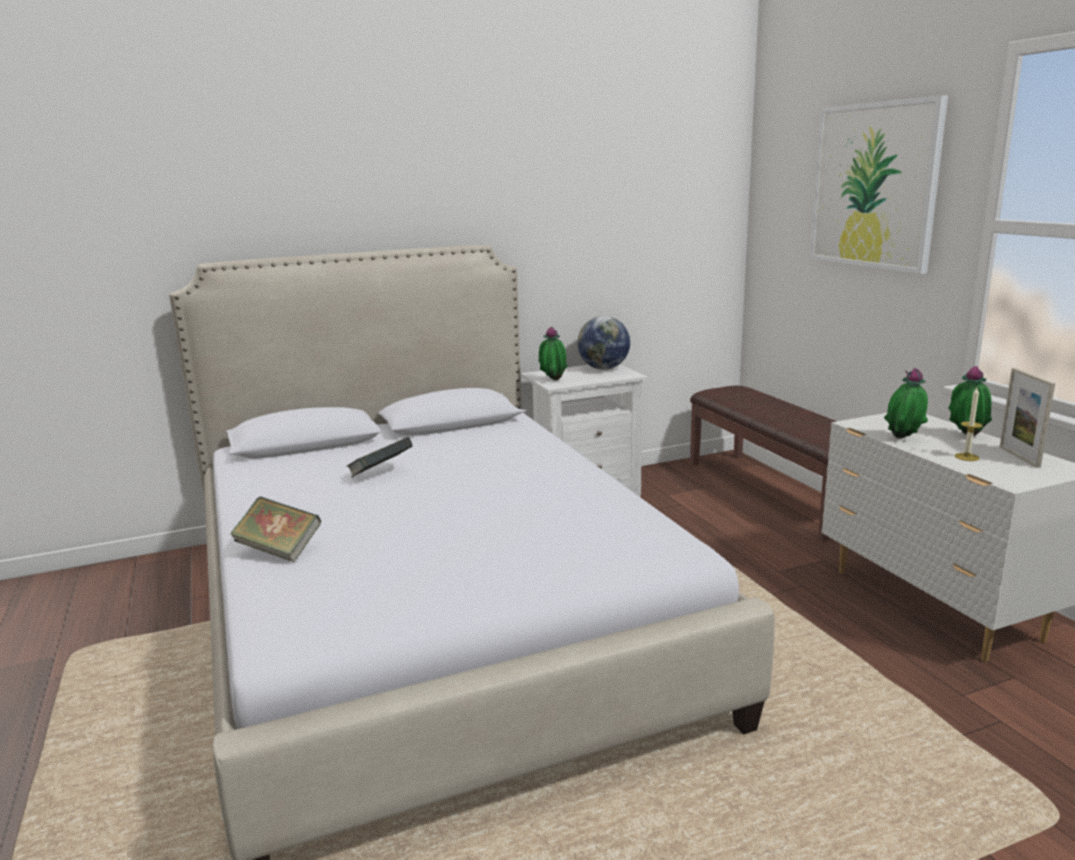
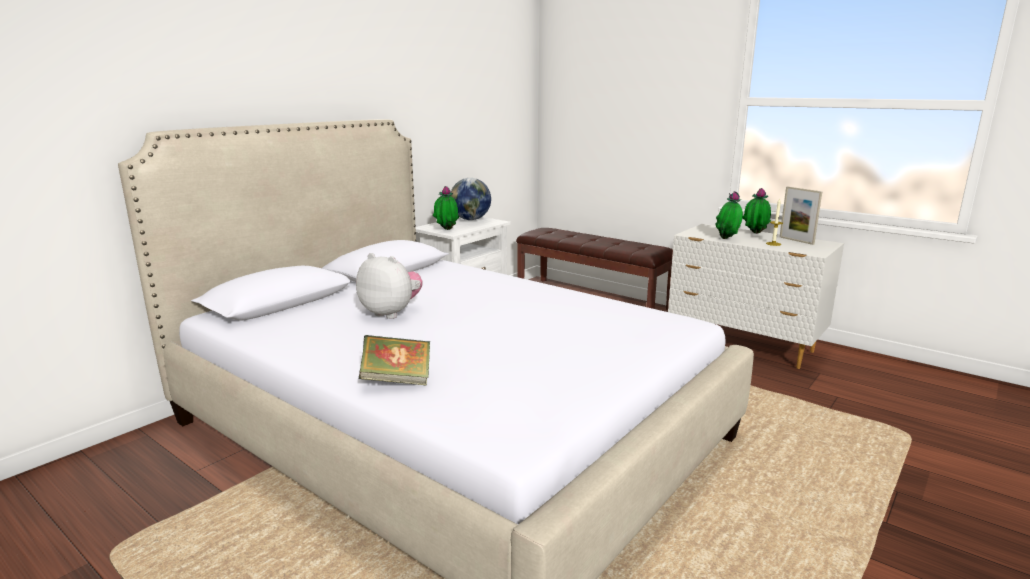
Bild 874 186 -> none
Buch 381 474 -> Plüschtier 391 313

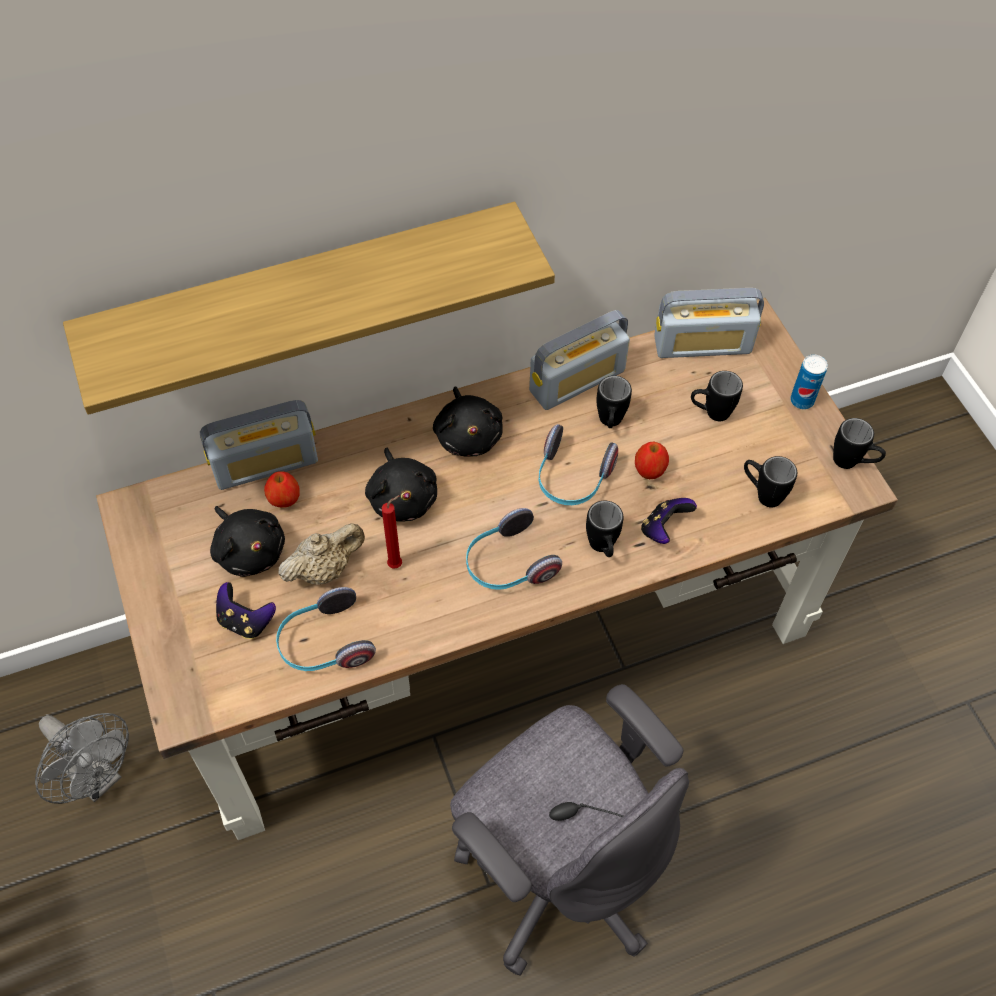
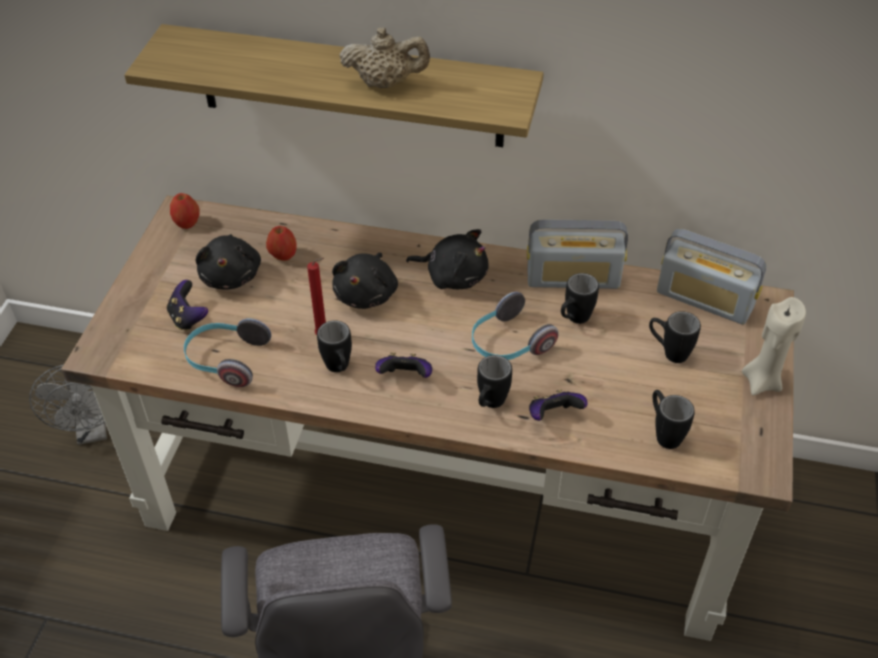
Dose 802 401 -> Kerze [beige] 762 381
Plüschtier [schwarz] 468 435 -> Plüschtier [schwarz] 453 276, 90 degrees counterclockwise
Radio 265 464 -> none
Henkelbecher [schwarz] 852 463 -> Henkelbecher [schwarz] 339 369, relocated
Apfel 649 471 -> Apfel 187 223, relocated
Kopfhörer 508 564 -> Gamepad 405 377
Teekanne [beige] 324 569 -> Teekanne [beige] 386 83, relocated

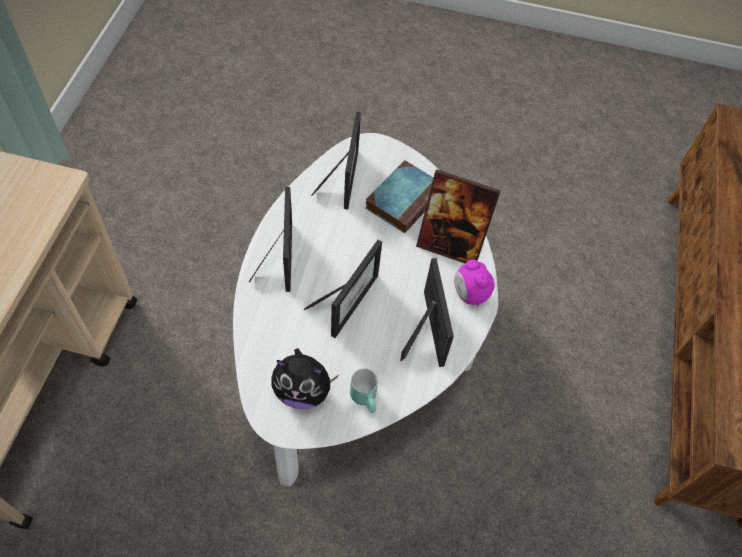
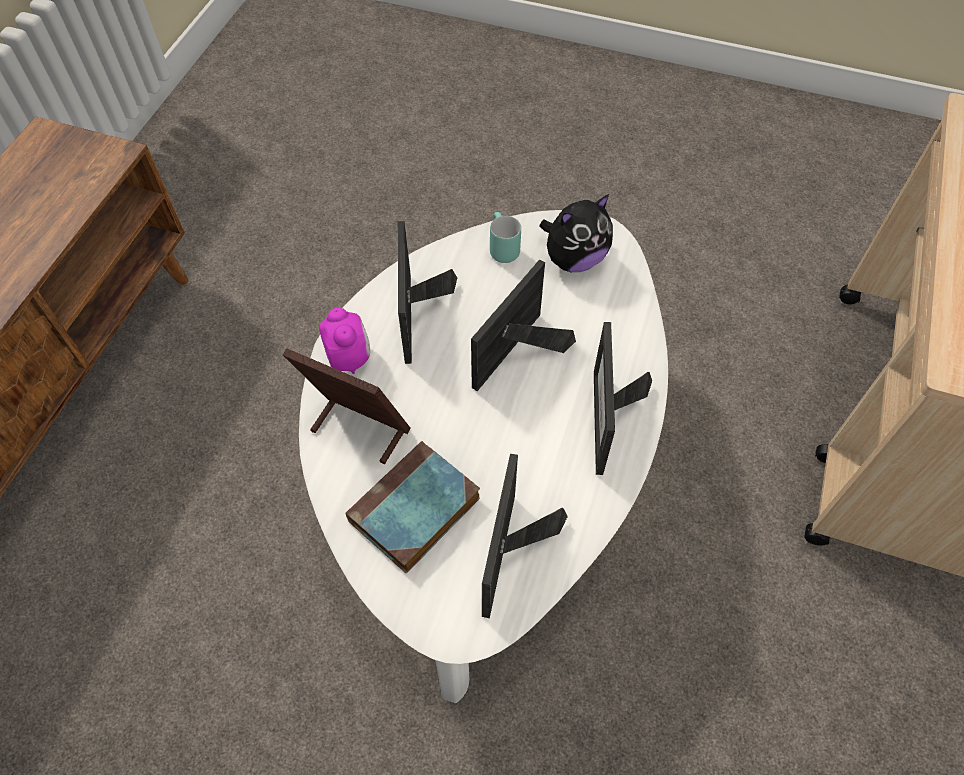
Plüschtier 302 391 -> Plüschtier 574 259, 135 degrees clockwise

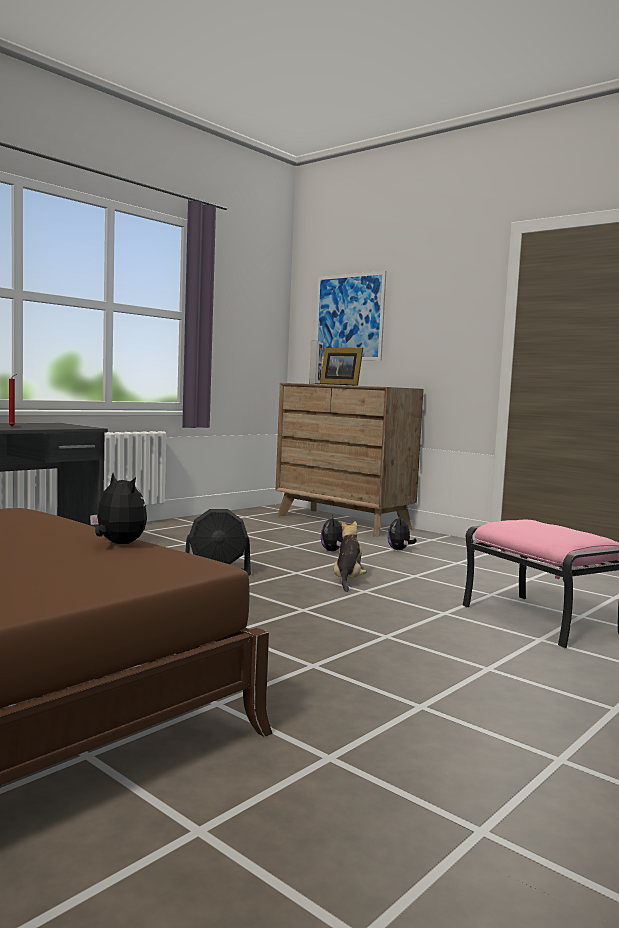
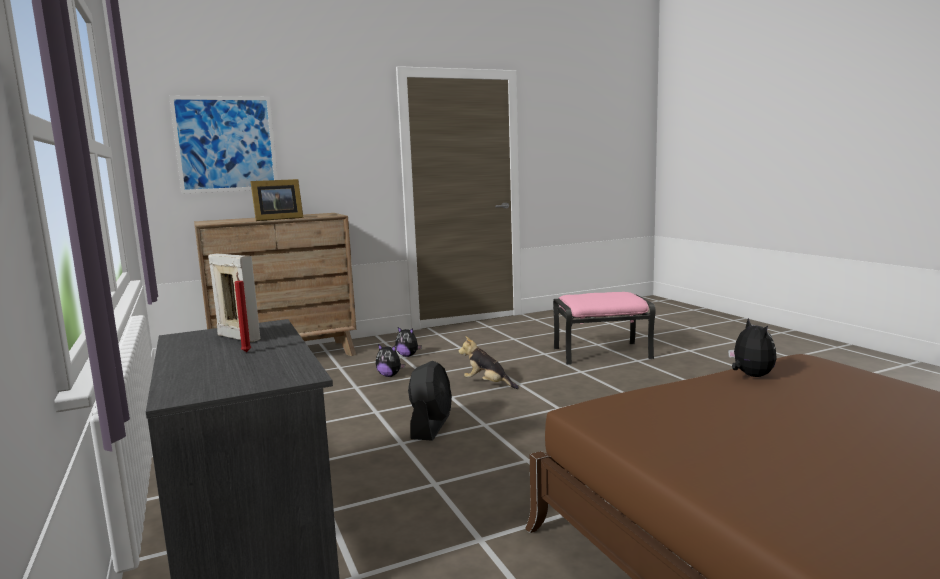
Bilderrahmen 315 383 -> Bilderrahmen 238 338, relocated
Plüschtier 118 544 -> Plüschtier 750 376, 105 degrees clockwise

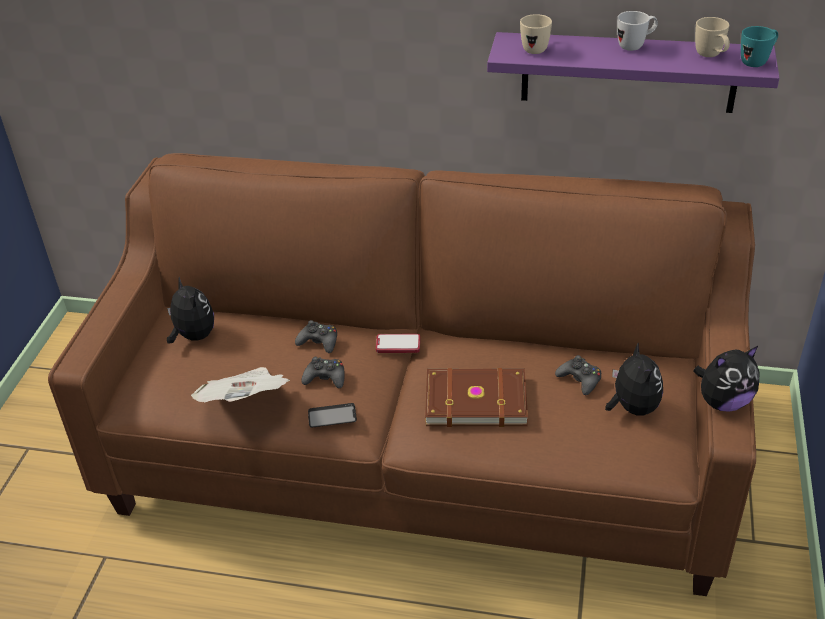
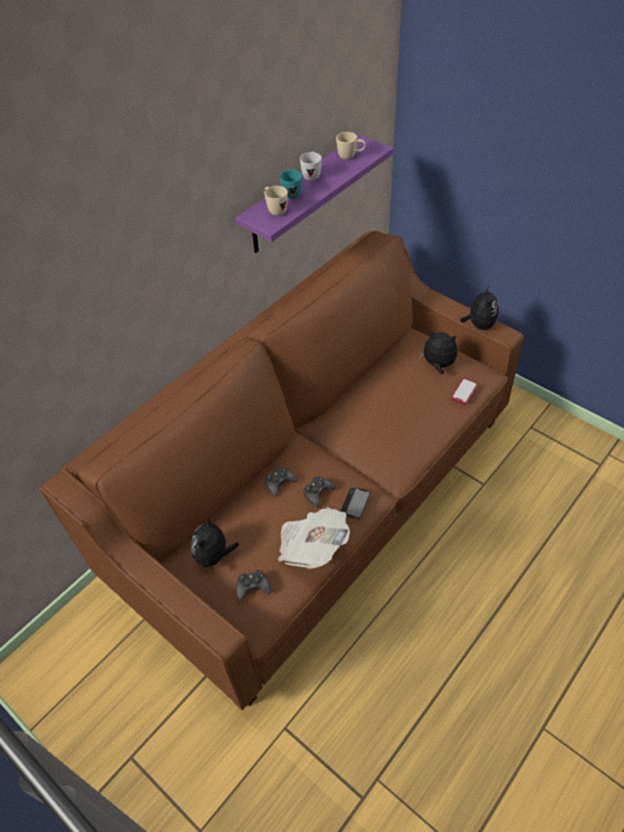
Henkelbecher [türkis] 757 61 -> Henkelbecher [türkis] 291 193, relocated
Plüschtier 193 336 -> Plüschtier 214 556, 75 degrees counterclockwise
Handy 398 344 -> Handy 464 392, relocated
Gamepad [schwarz] 580 379 -> Gamepad [schwarz] 253 587, relocated
Buch [braun] 475 399 -> none

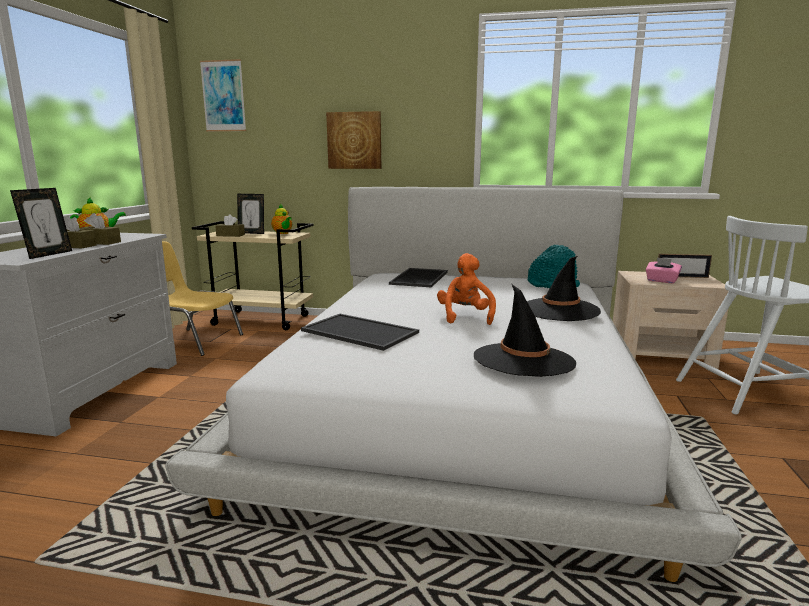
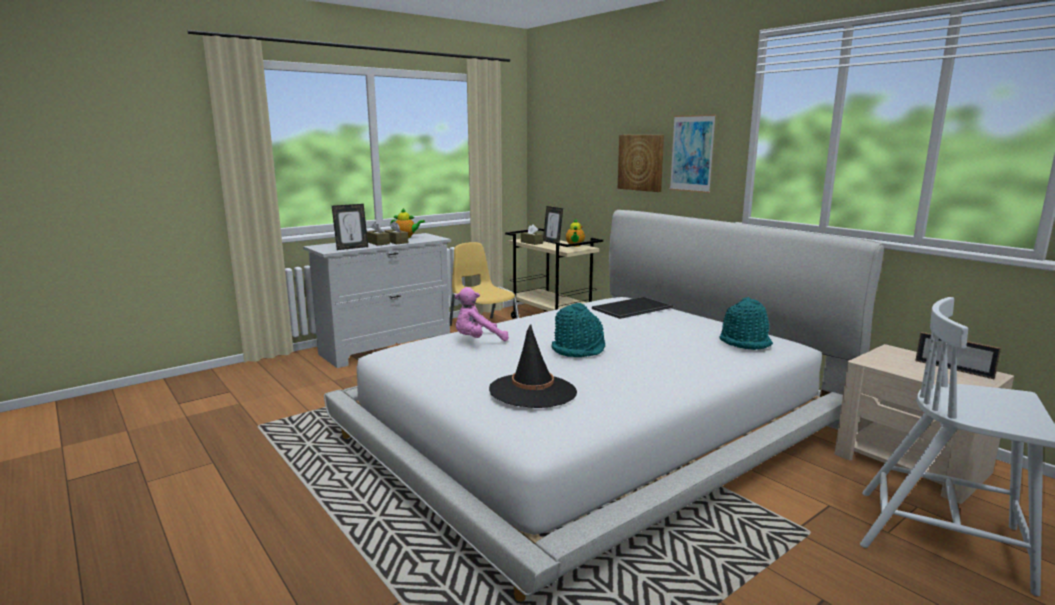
Bild 223 96 -> Bild 692 153, relocated
Plüschtier [orange] 465 317 -> Hut [türkis] 579 349
Hut [schwarz] 560 310 -> none
Taschentuchbox [rosa] 661 281 -> none
Tablett 357 332 -> Plüschtier [rosa] 478 340

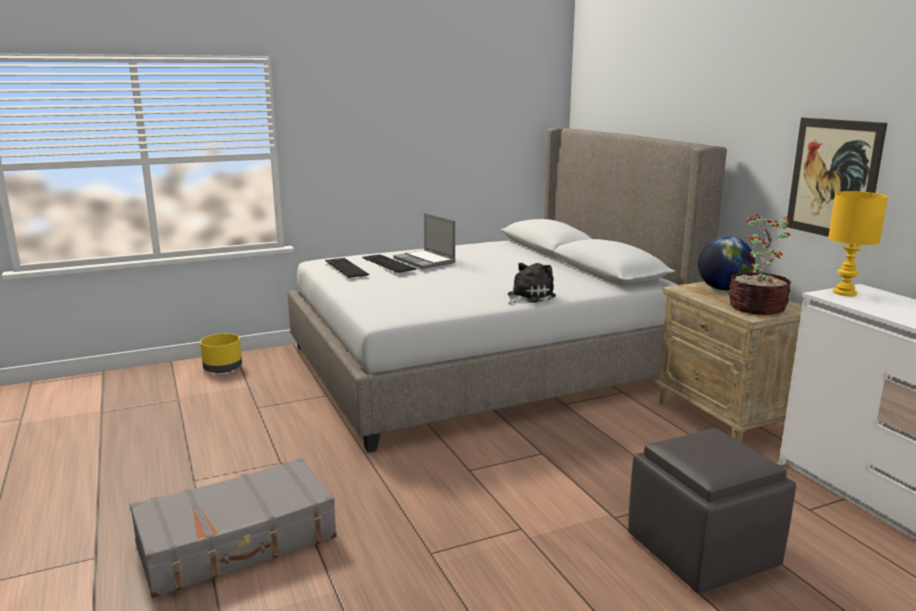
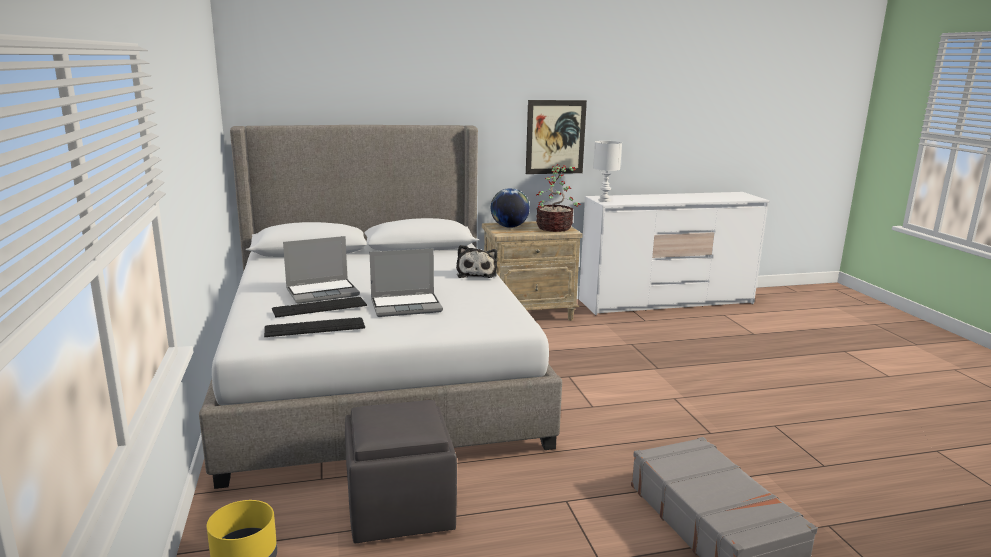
Tischlampe [gelb] 845 293 -> Tischlampe [weiß] 605 200
Plüschtier 528 296 -> Plüschtier 476 274, 150 degrees counterclockwise
Polsterhocker [grau] 704 551 -> Polsterhocker [grau] 401 508, relocated
none -> Laptop 407 306

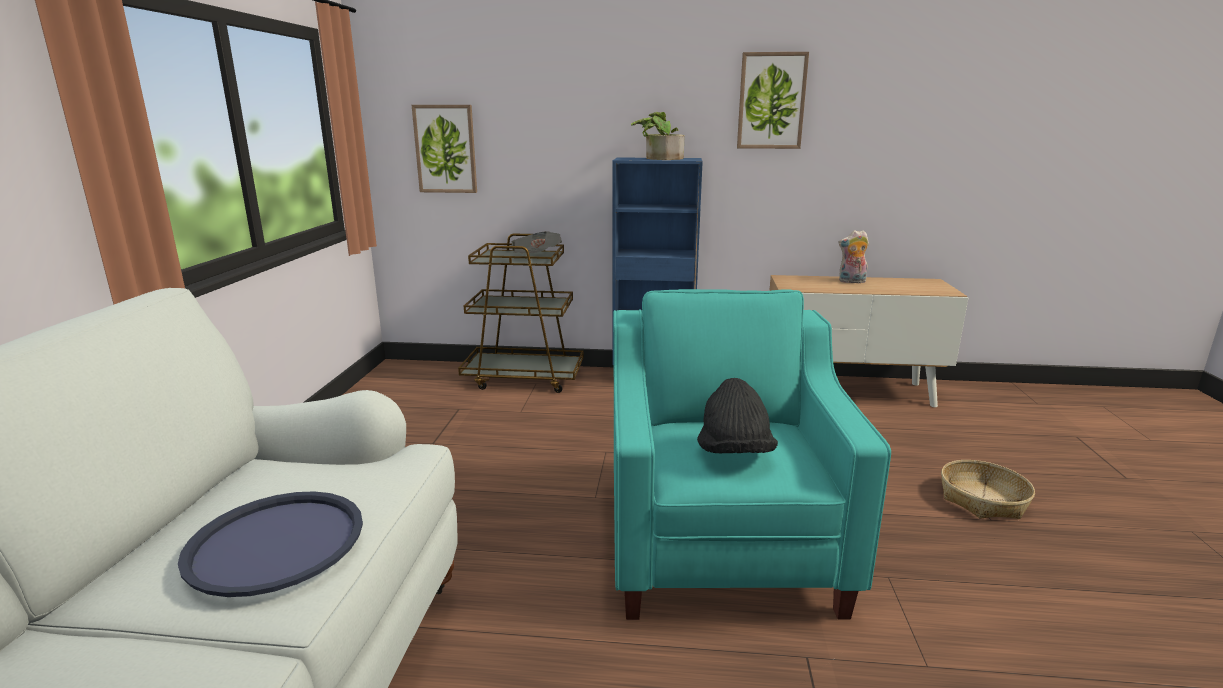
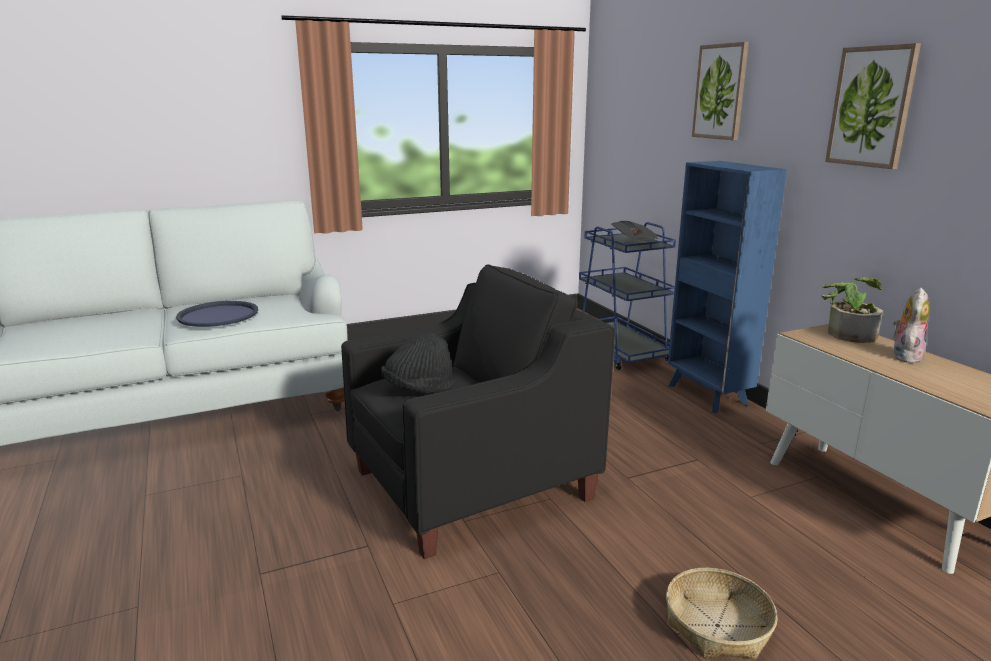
Bild 445 149 -> Bild 720 92, relocated
Topfpflanze 659 158 -> Topfpflanze 847 332, relocated
Plüschtier 851 281 -> Plüschtier 904 356, 60 degrees clockwise
Rollwagen [braun] 524 378 -> Rollwagen [blau] 621 352
Sessel [türkis] 720 543 -> Sessel [schwarz] 472 485

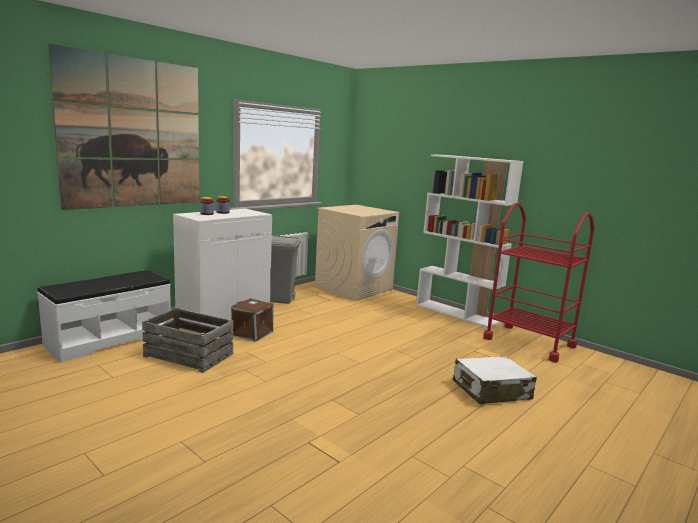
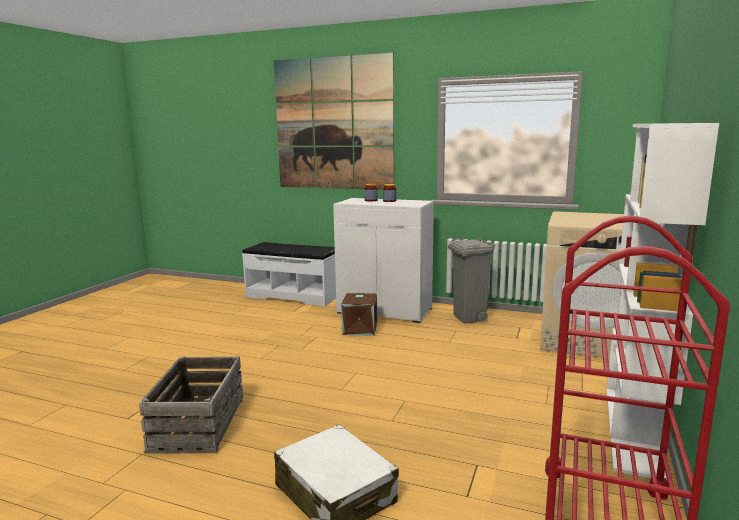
Kiste 189 355 -> Kiste 199 424, relocated

